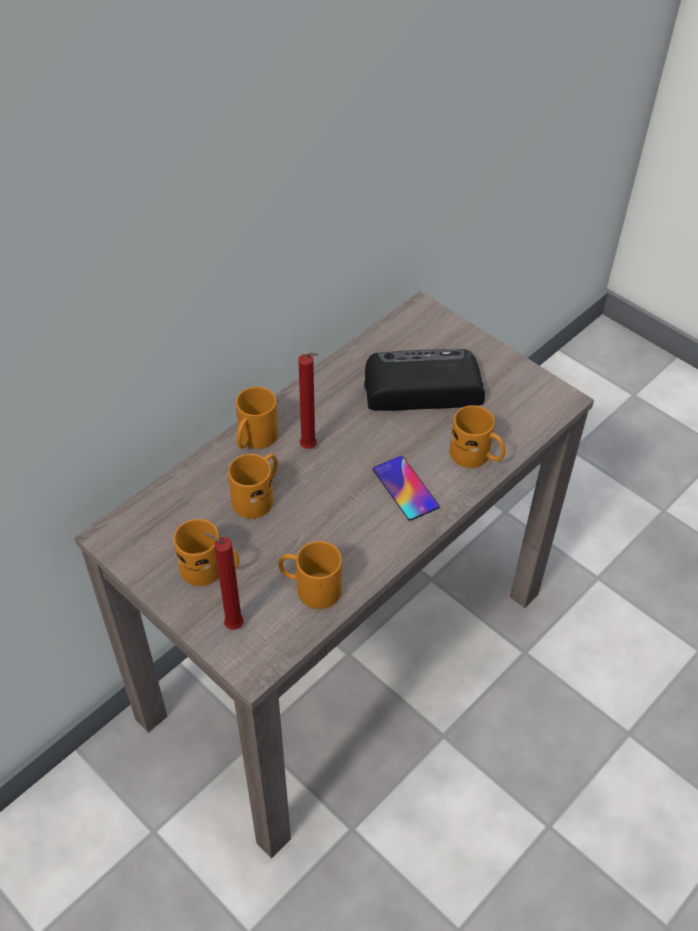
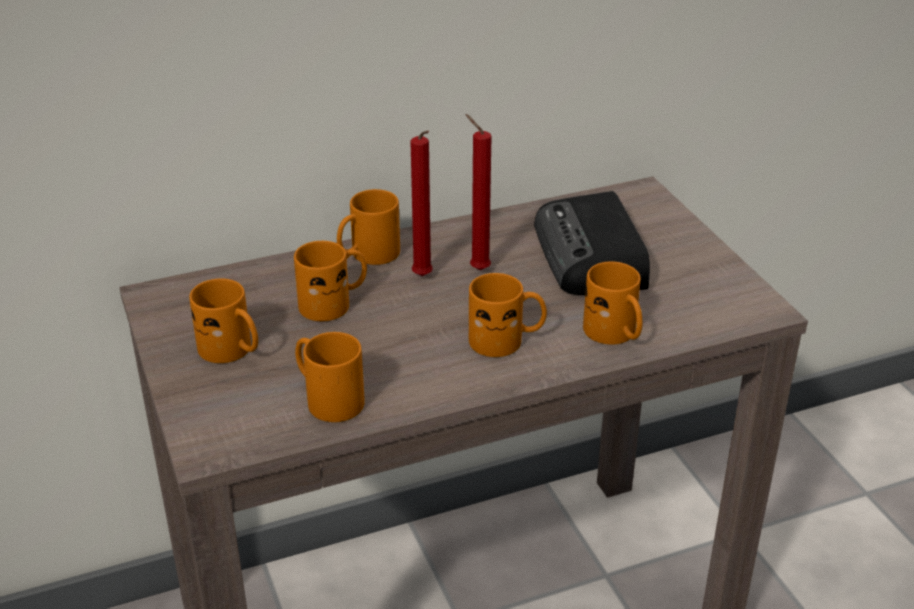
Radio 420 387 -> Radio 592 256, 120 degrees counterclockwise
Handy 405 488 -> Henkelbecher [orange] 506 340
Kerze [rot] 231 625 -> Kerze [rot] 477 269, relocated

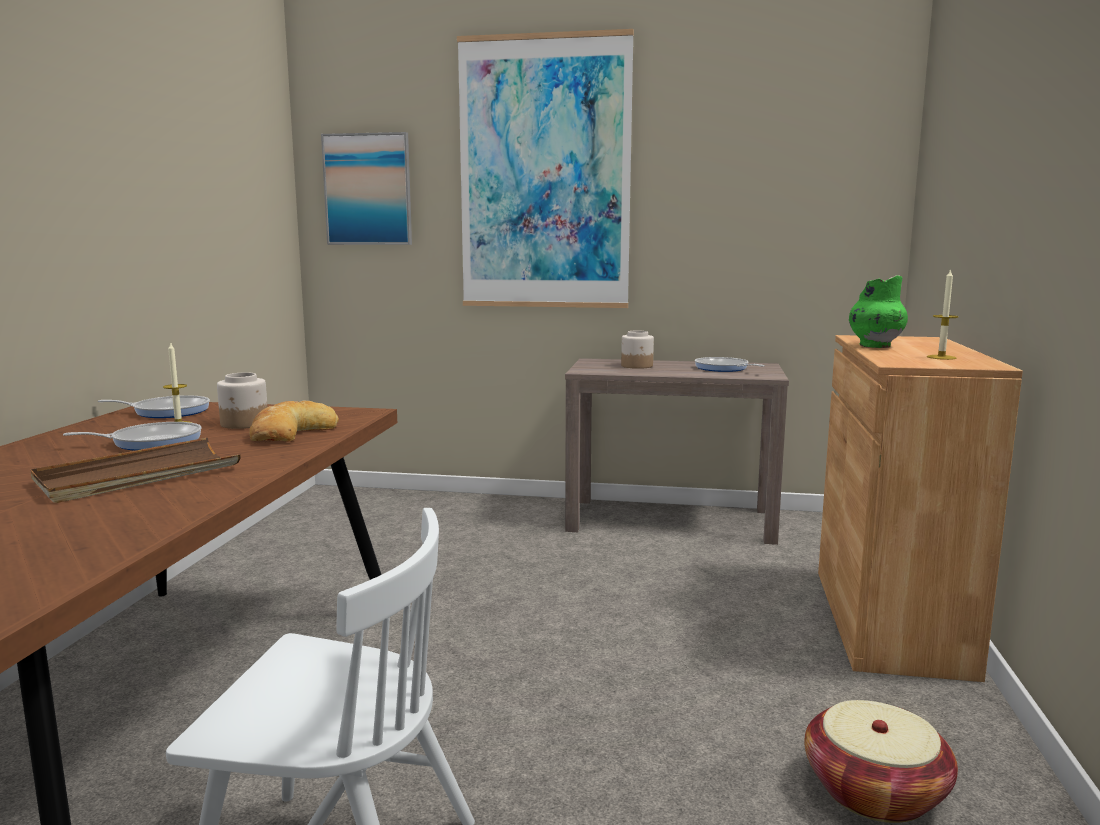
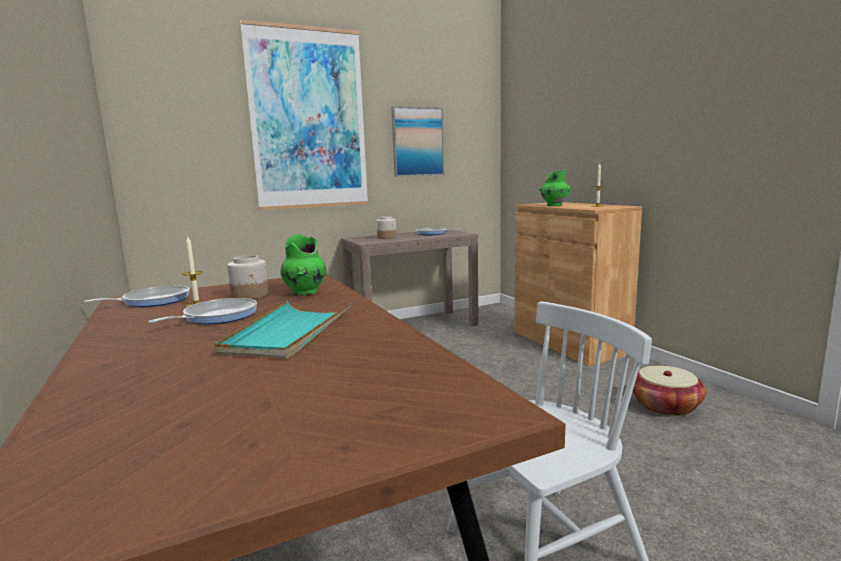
Bild 368 189 -> Bild 417 142, relocated
Brot 291 433 -> Vase [grün] 305 293
Tablett [braun] 138 476 -> Tablett [türkis] 289 333

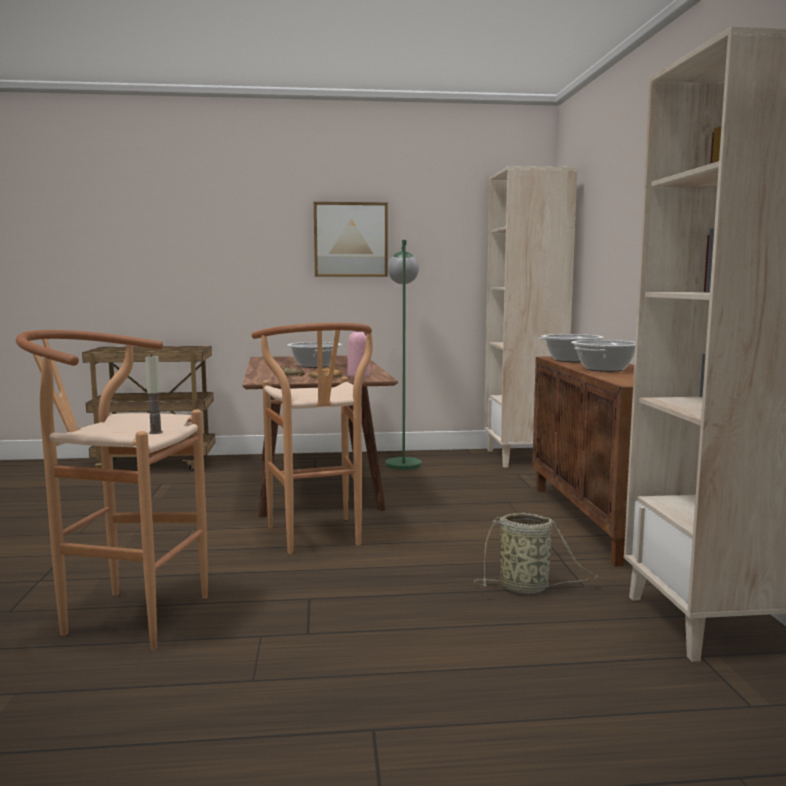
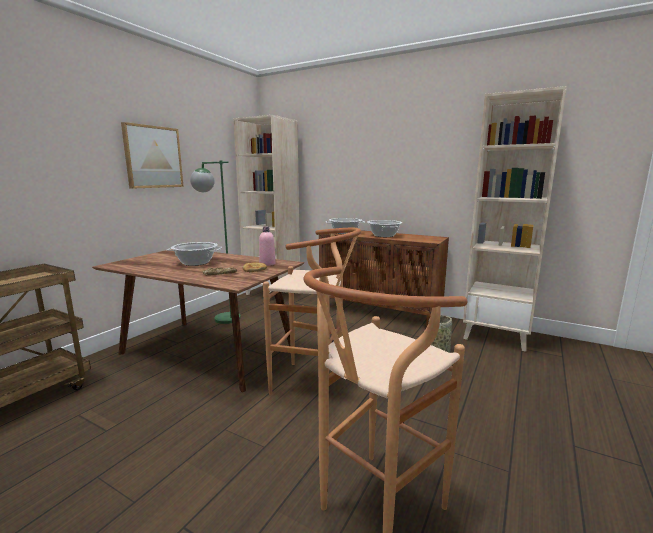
Kerze 155 432 -> none

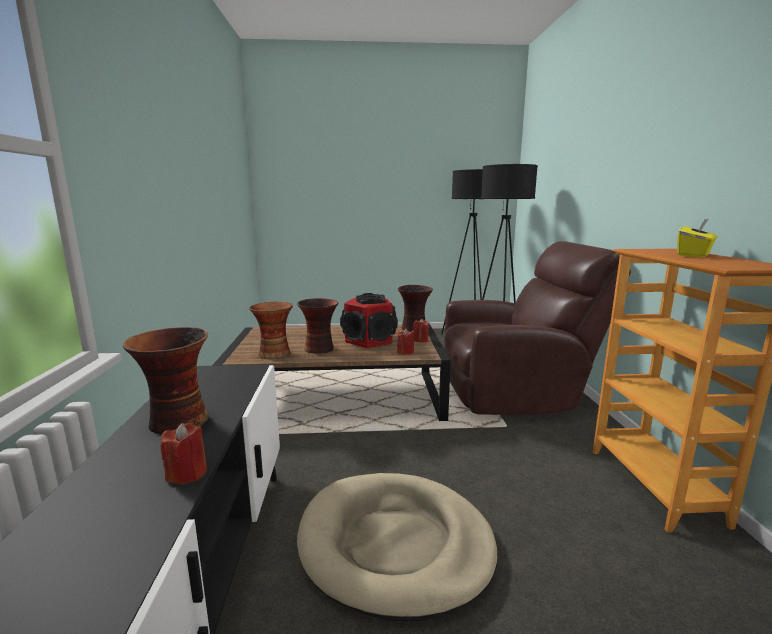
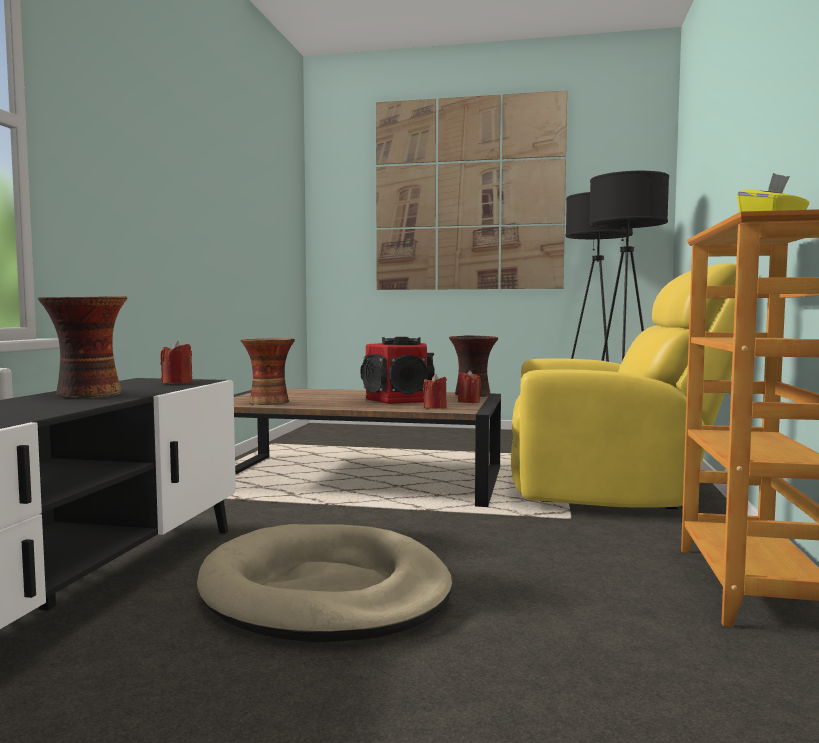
Sessel [braun] 516 394 -> Sessel [gelb] 614 493
Vase 320 349 -> none
Kerze [rot] 187 473 -> Kerze [rot] 177 383, relocated
none -> Bild 468 194

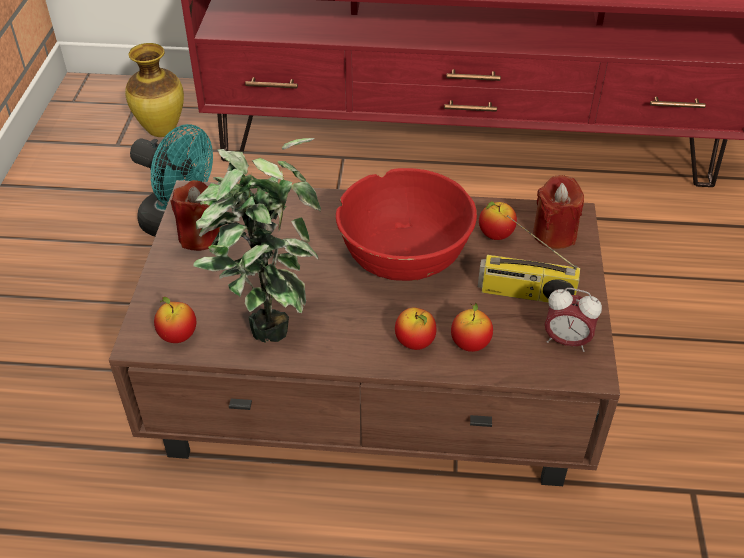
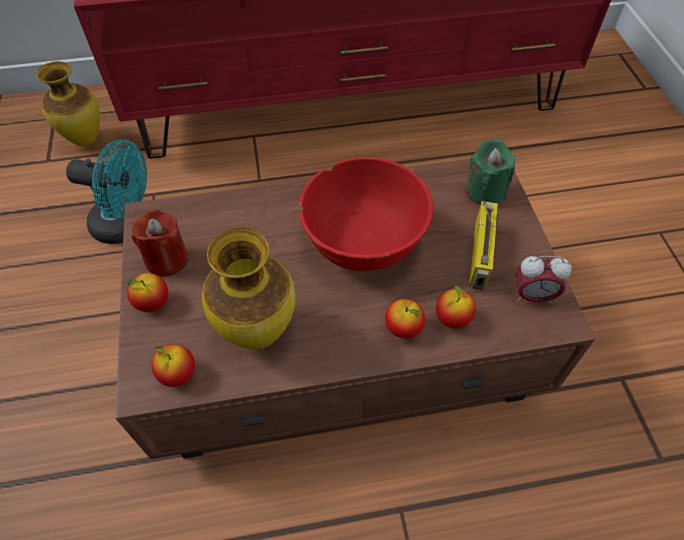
Topfpflanze 267 316 -> Vase 258 331
Kerze [rot] 554 234 -> Kerze [grün] 485 191
Apfel 495 235 -> Apfel 153 303, relocated
Radio 525 294 -> Radio 481 256, 75 degrees counterclockwise

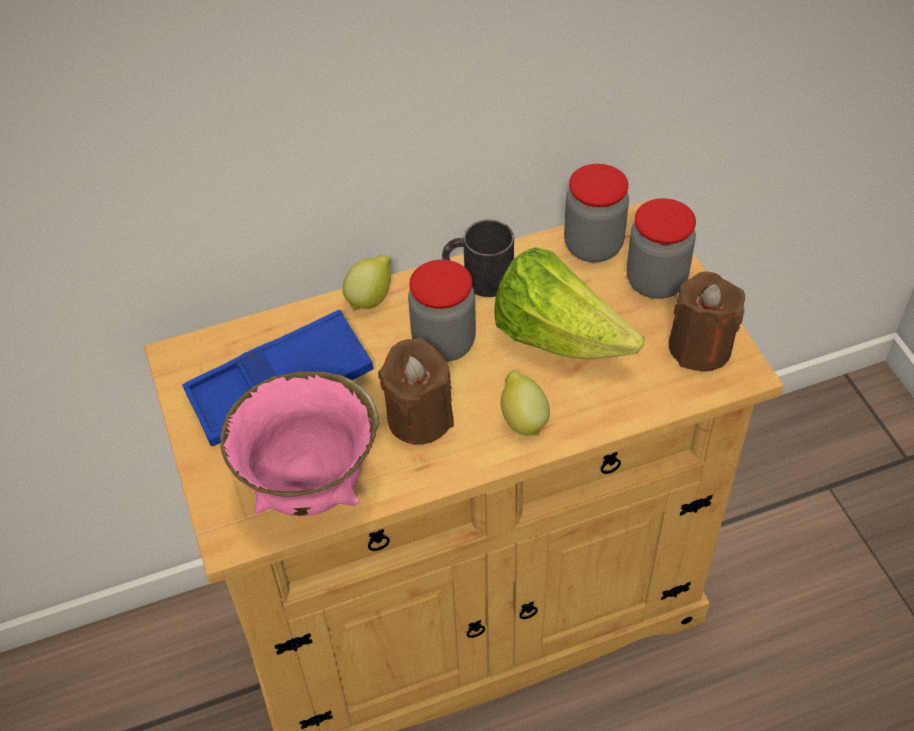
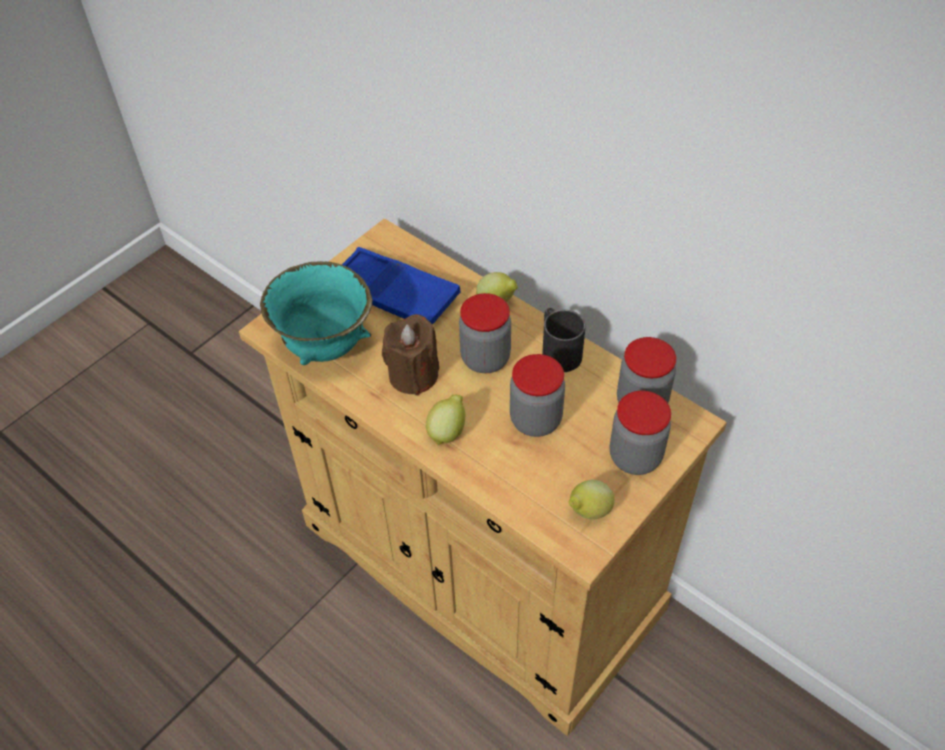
Salatkopf 558 337 -> Vorratsglas 535 420
Kerze [braun] 700 347 -> Zitrone 588 512
Schüssel [rosa] 312 488 -> Schüssel [türkis] 325 348

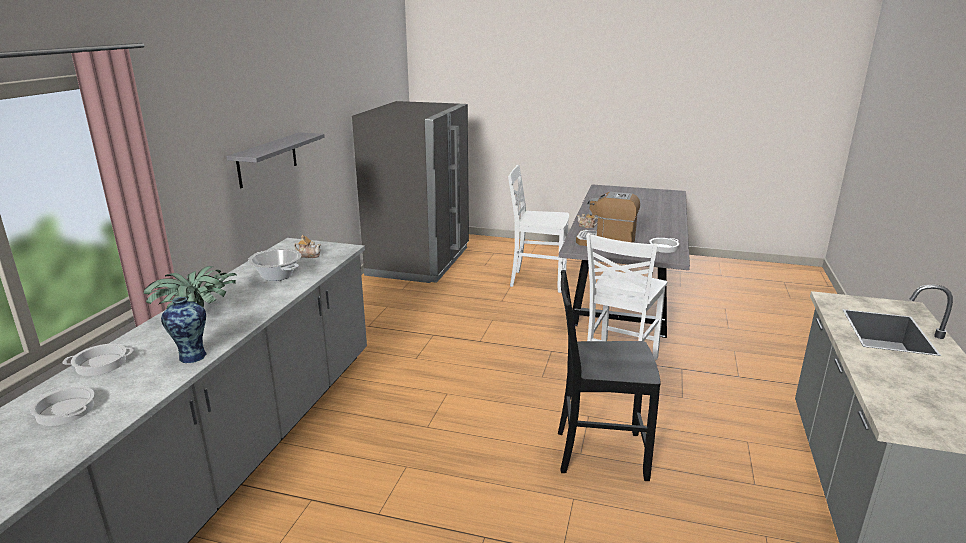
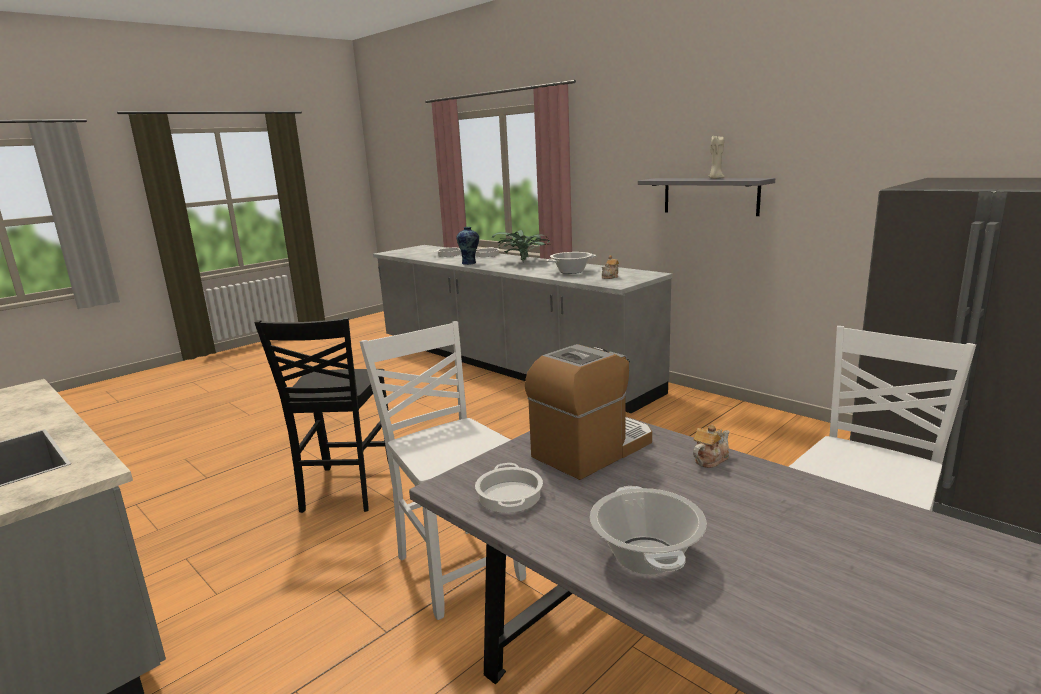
Stuhl [schwarz] 598 453 -> Stuhl [schwarz] 346 489, 150 degrees clockwise
none -> Kerze [beige] 715 178
none -> Kochtopf 646 556

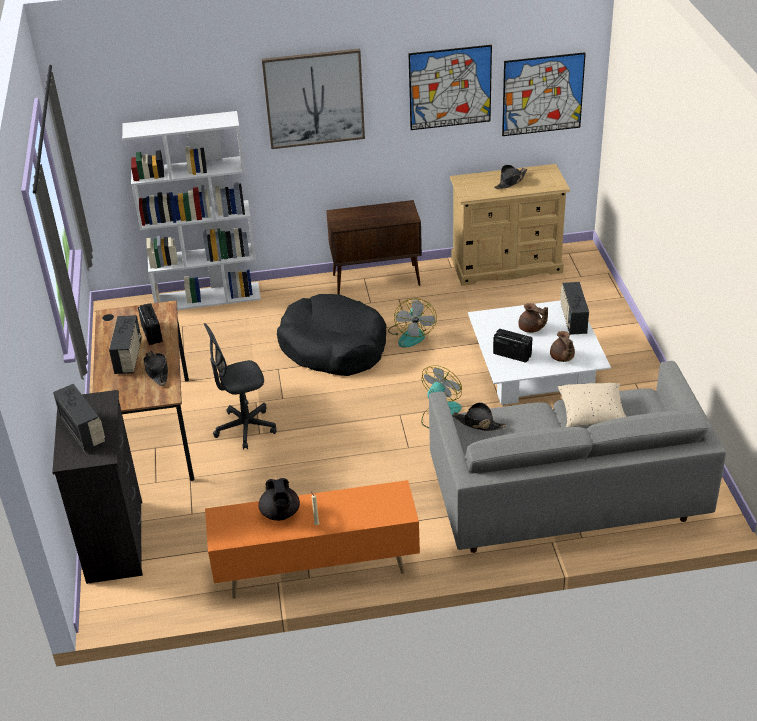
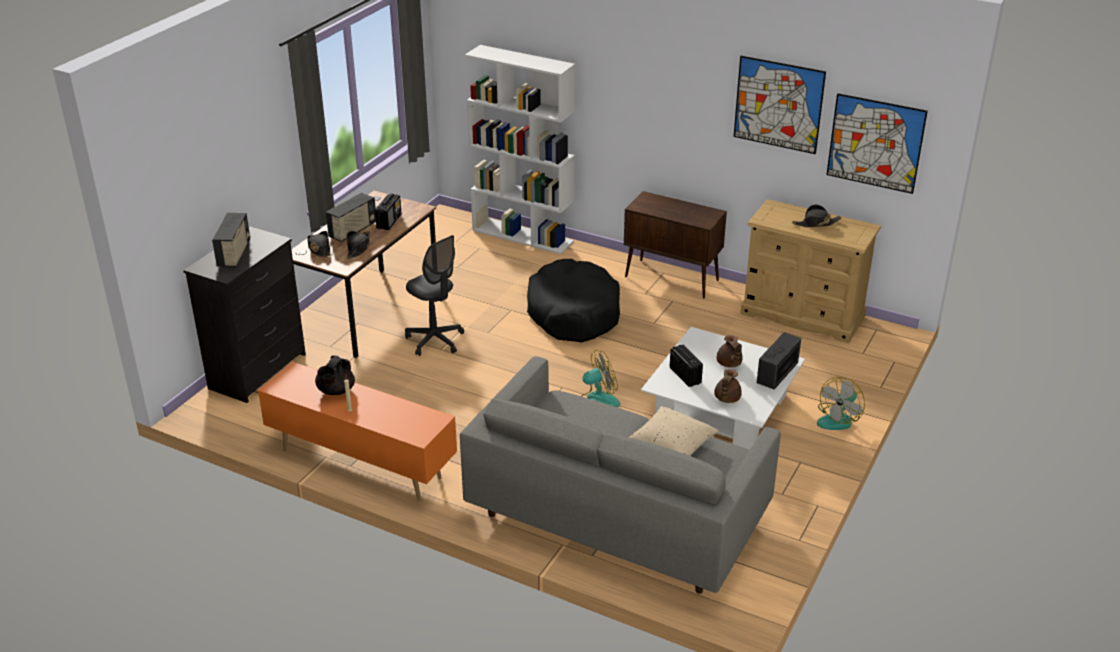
Bild 314 98 -> none
Ventilator 411 334 -> Ventilator 839 419, relocated
Bürostuhl [grau] 245 428 -> Bürostuhl [grau] 435 340, 150 degrees counterclockwise
Hut [schwarz] 478 423 -> Hut [schwarz] 319 249, relocated

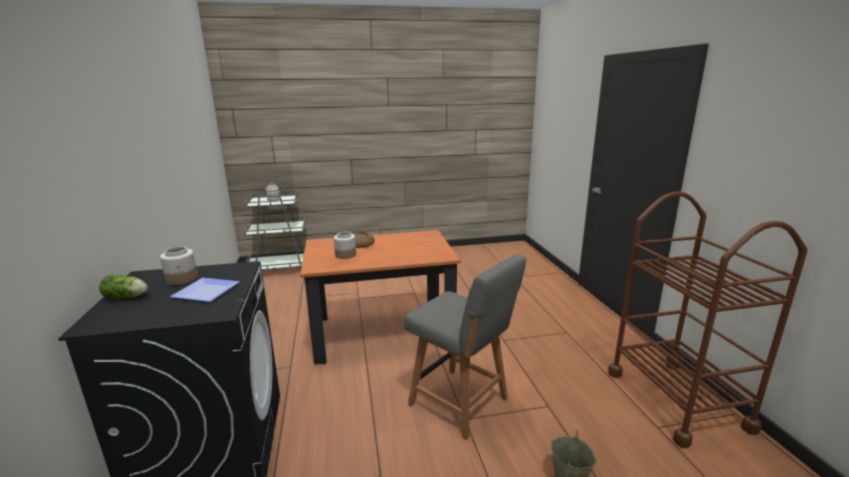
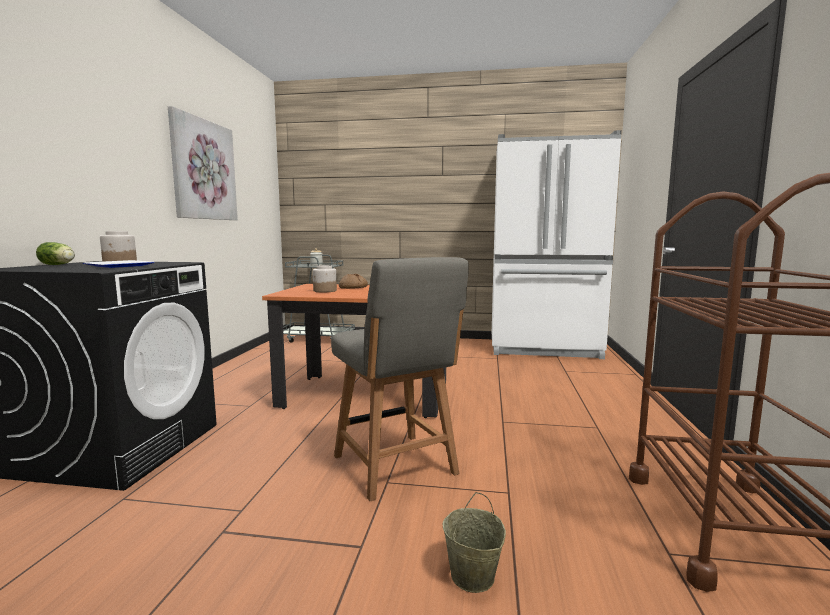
none -> Bild 204 170
none -> Kühlschrank [weiß] 544 349

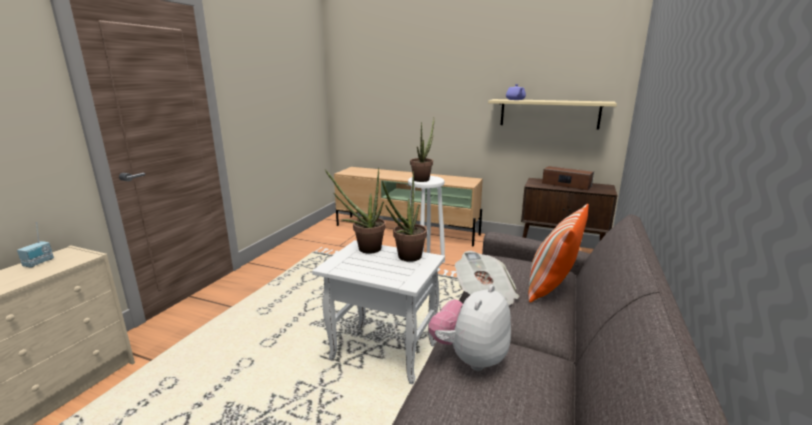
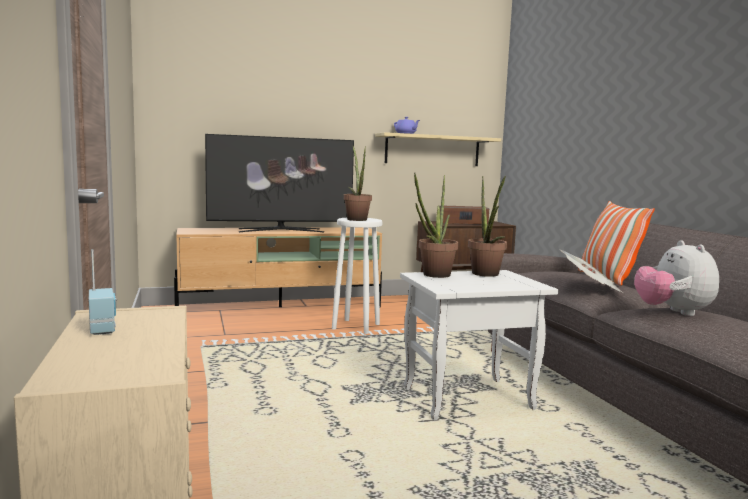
none -> Fernseher 280 230

